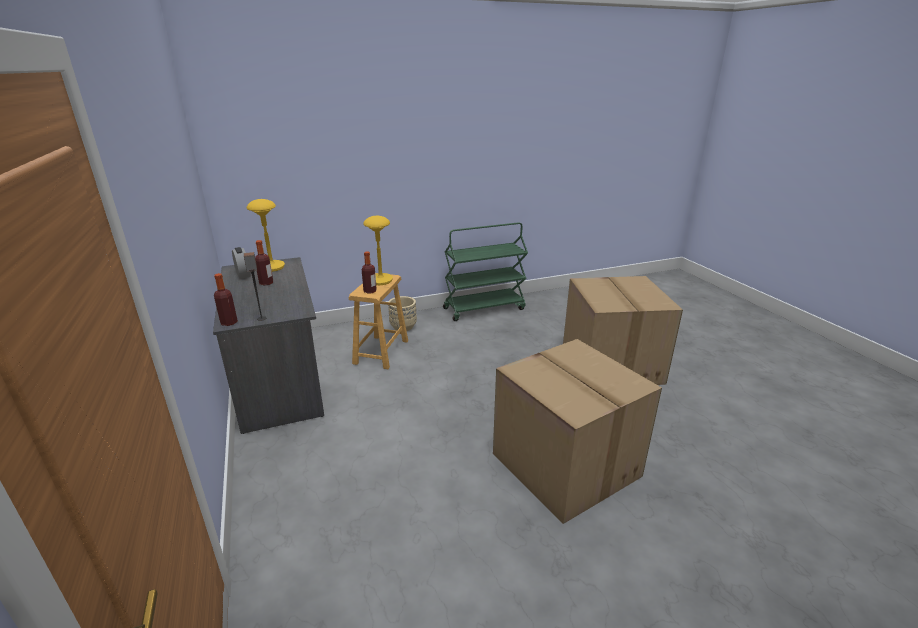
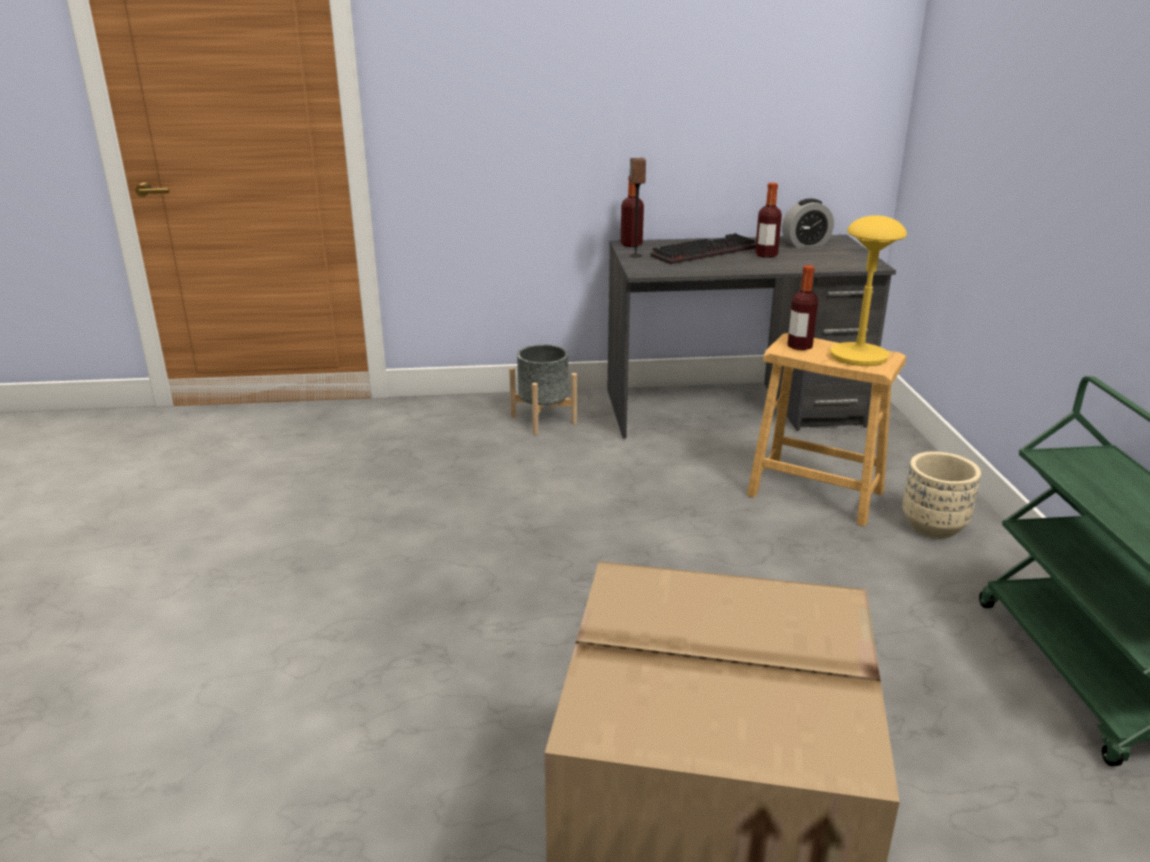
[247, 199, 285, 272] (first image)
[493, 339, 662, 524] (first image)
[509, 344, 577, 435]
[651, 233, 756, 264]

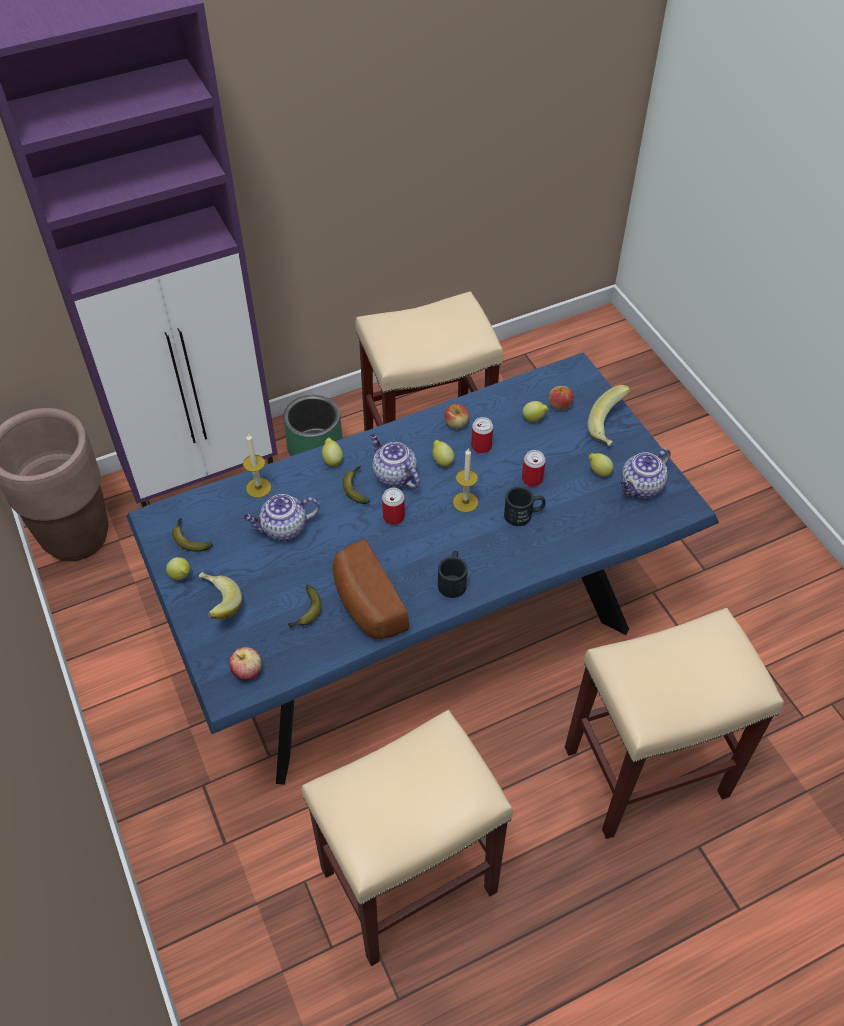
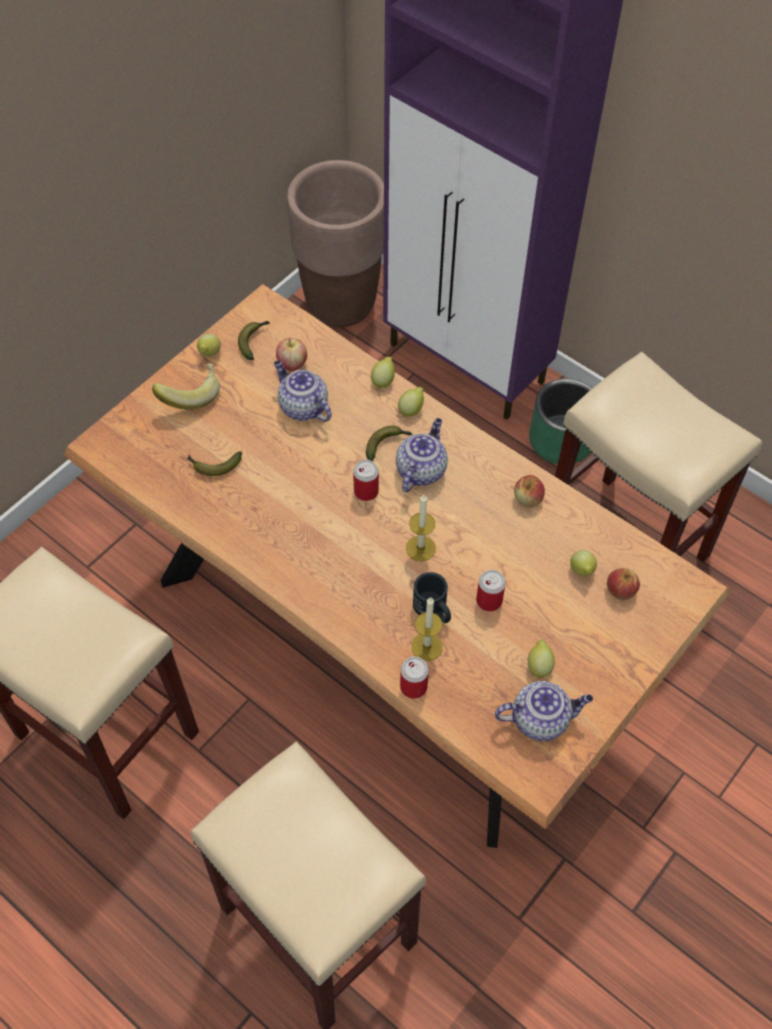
[333, 539, 409, 639] (first image)
[438, 551, 468, 598] (first image)
[587, 385, 631, 446] (first image)
[276, 338, 307, 371]
[411, 597, 443, 661]
[371, 357, 395, 390]
[400, 657, 429, 699]
[63, 284, 731, 848]
[495, 681, 593, 741]

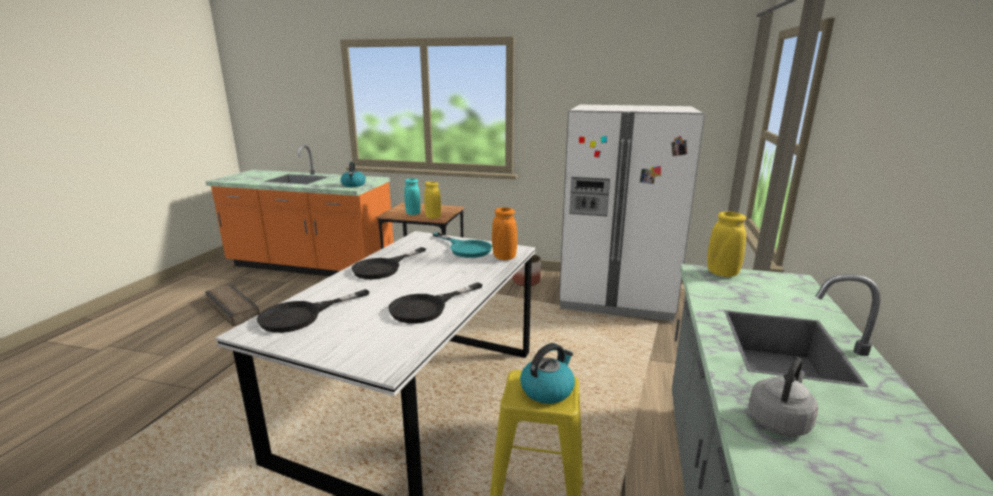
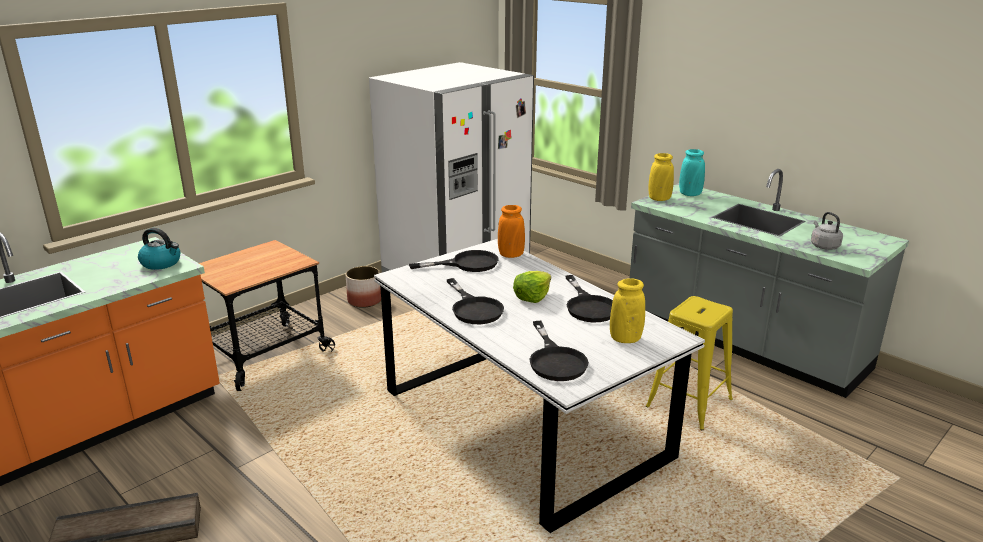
[520, 343, 575, 404] (first image)
[513, 271, 551, 303]
[679, 149, 705, 196]
[610, 278, 645, 343]
[409, 250, 499, 272]

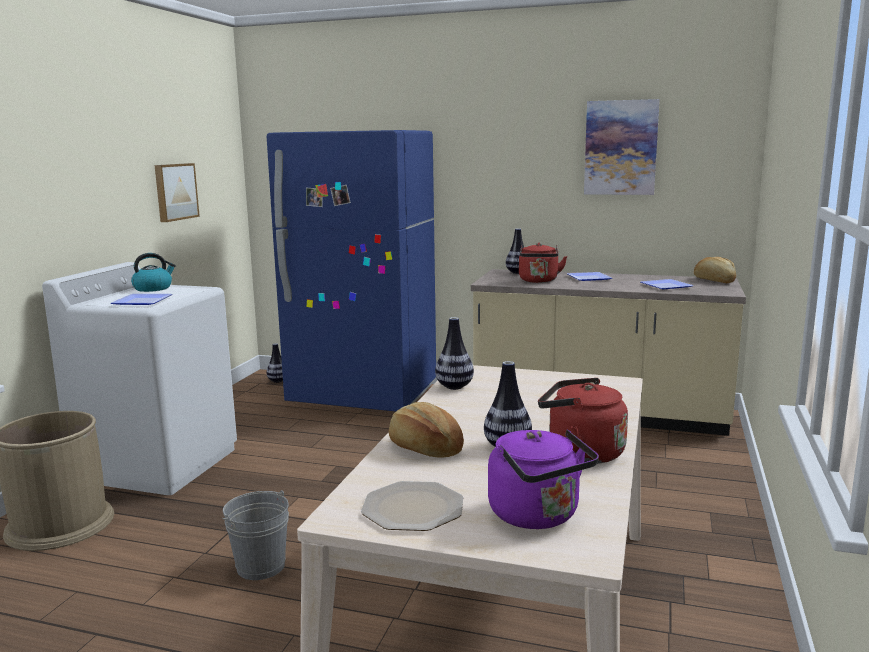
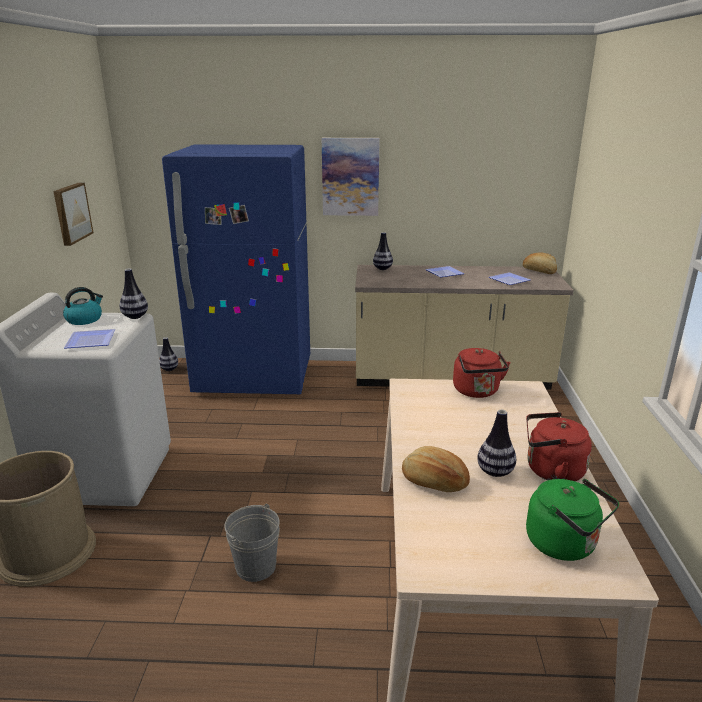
[361, 481, 463, 531] (first image)
[120, 269, 148, 319]
[453, 348, 511, 398]
[322, 138, 380, 216]
[526, 479, 619, 561]

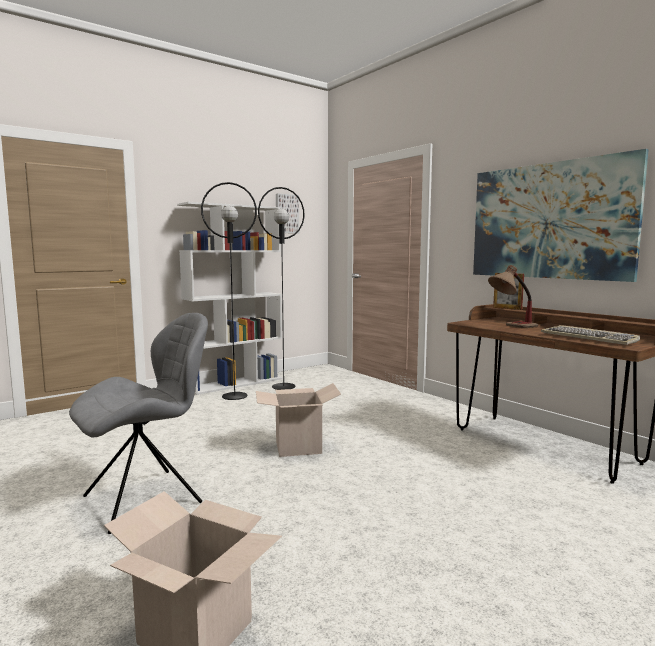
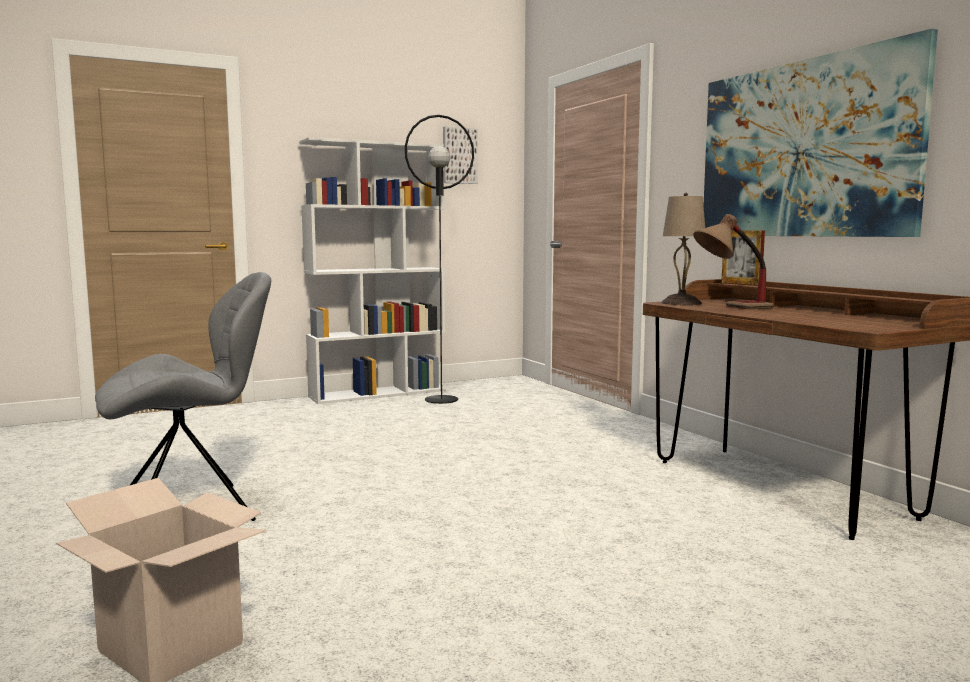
[201, 182, 257, 400] (first image)
[256, 383, 341, 457] (first image)
[541, 325, 640, 345] (first image)
[661, 193, 705, 305]

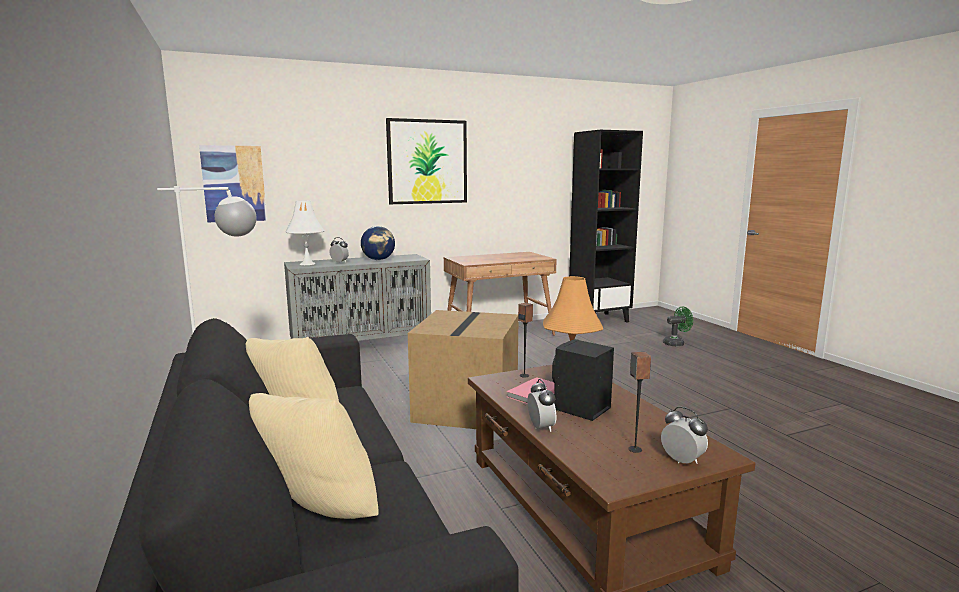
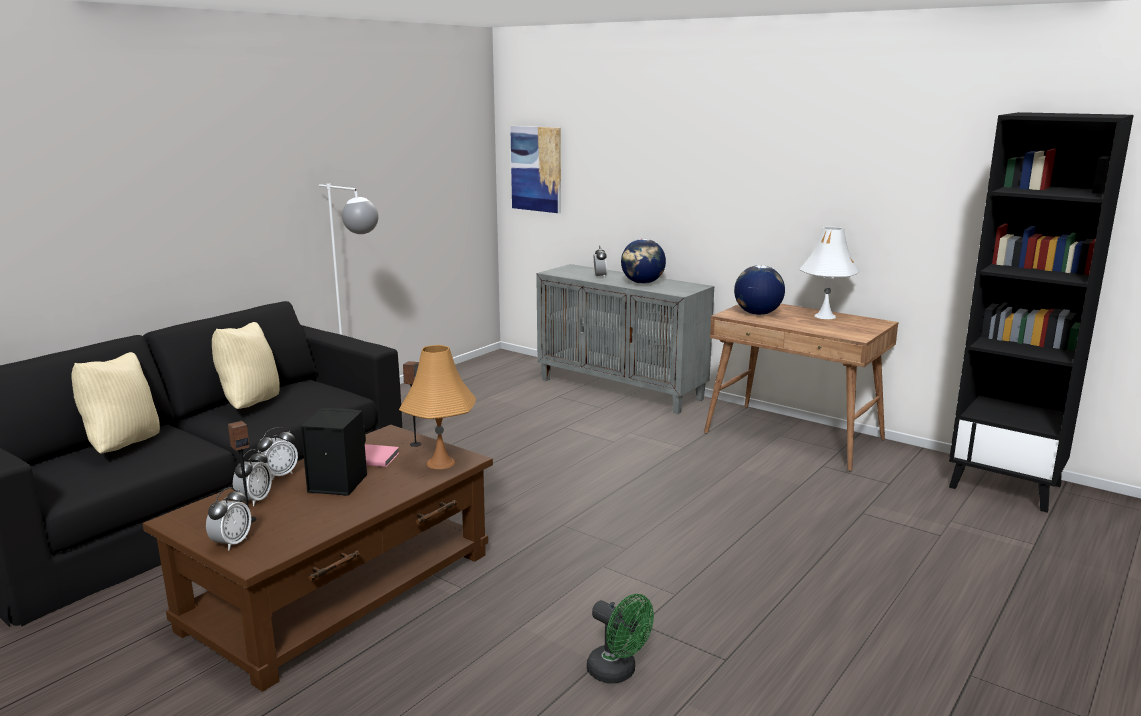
[386, 118, 467, 204] (first image)
[408, 310, 518, 429] (first image)
[233, 449, 272, 506]
[734, 265, 785, 315]
[799, 227, 860, 319]
[587, 594, 654, 684]

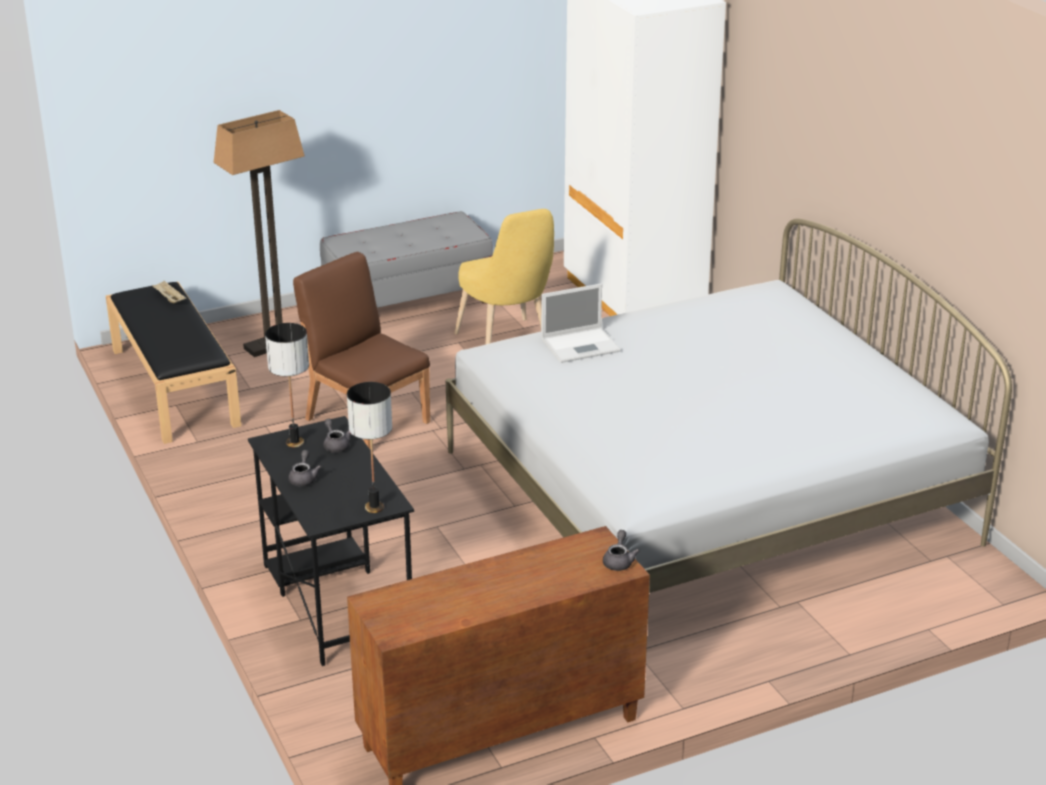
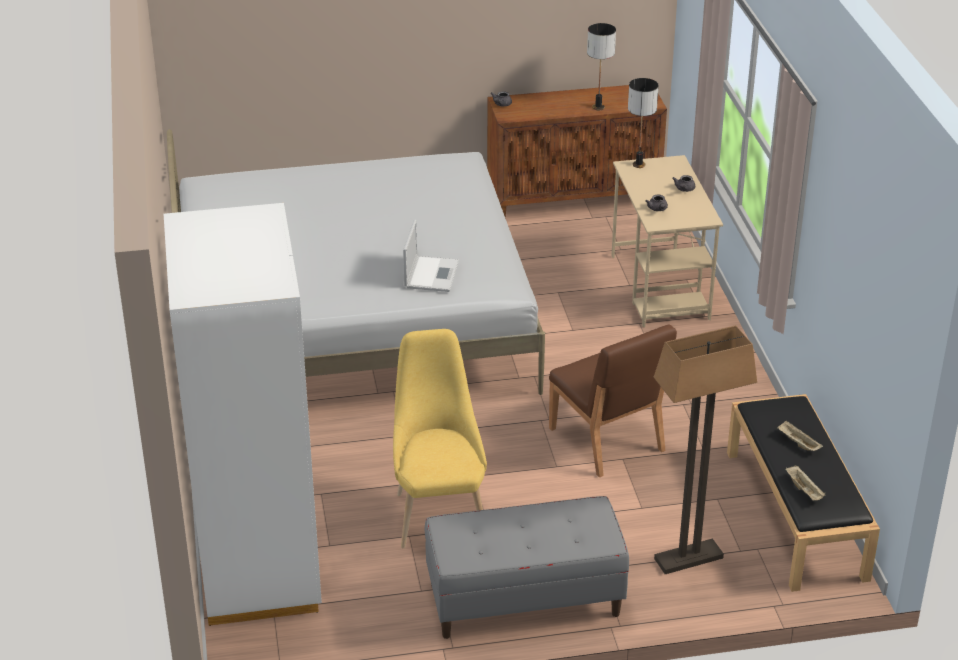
[777, 420, 823, 451]
[587, 23, 616, 110]
[611, 155, 723, 327]
[403, 220, 459, 292]

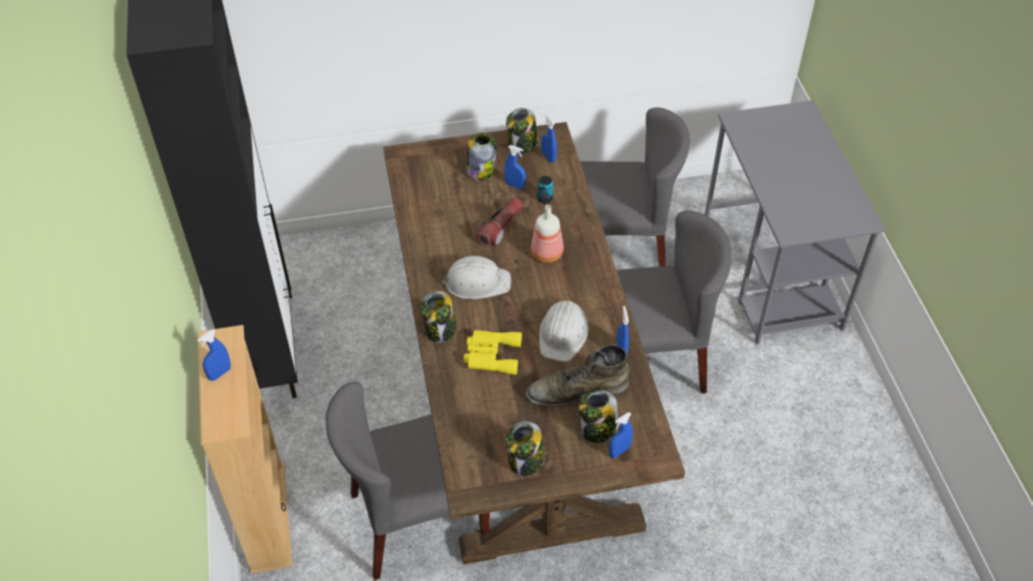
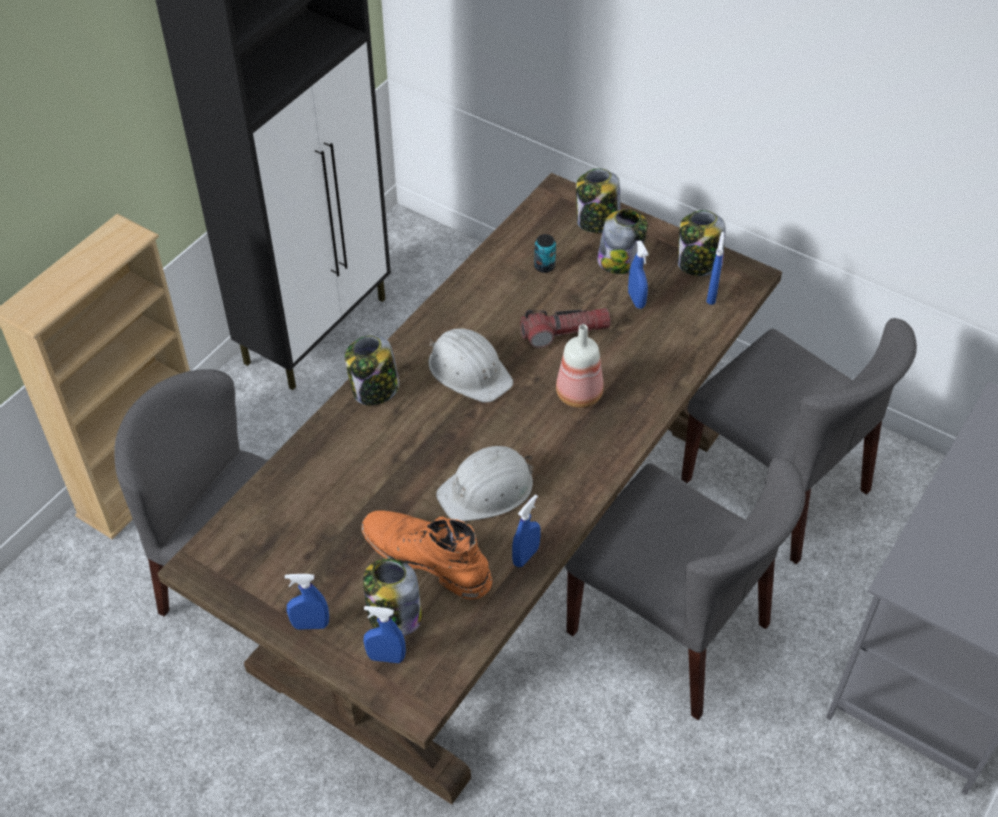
[464, 330, 522, 375] (first image)
[285, 574, 329, 630]
[576, 168, 621, 233]
[534, 234, 556, 273]
[361, 510, 492, 599]

